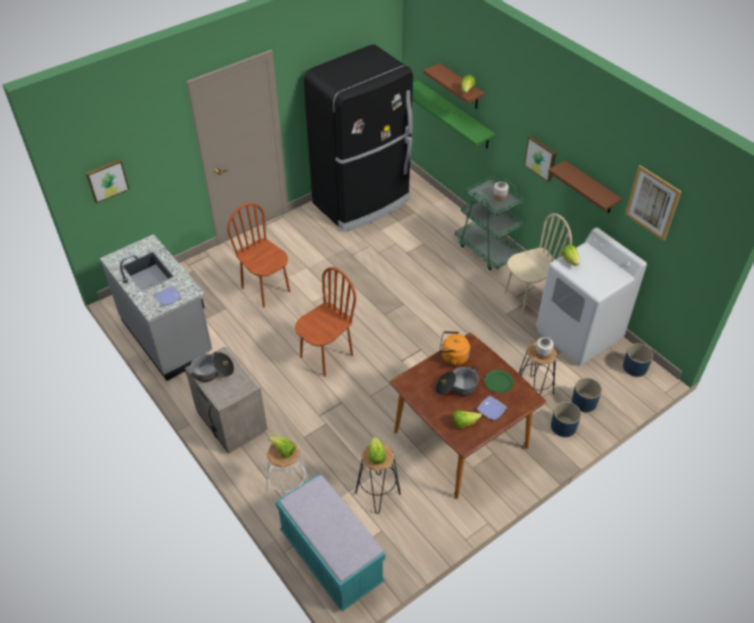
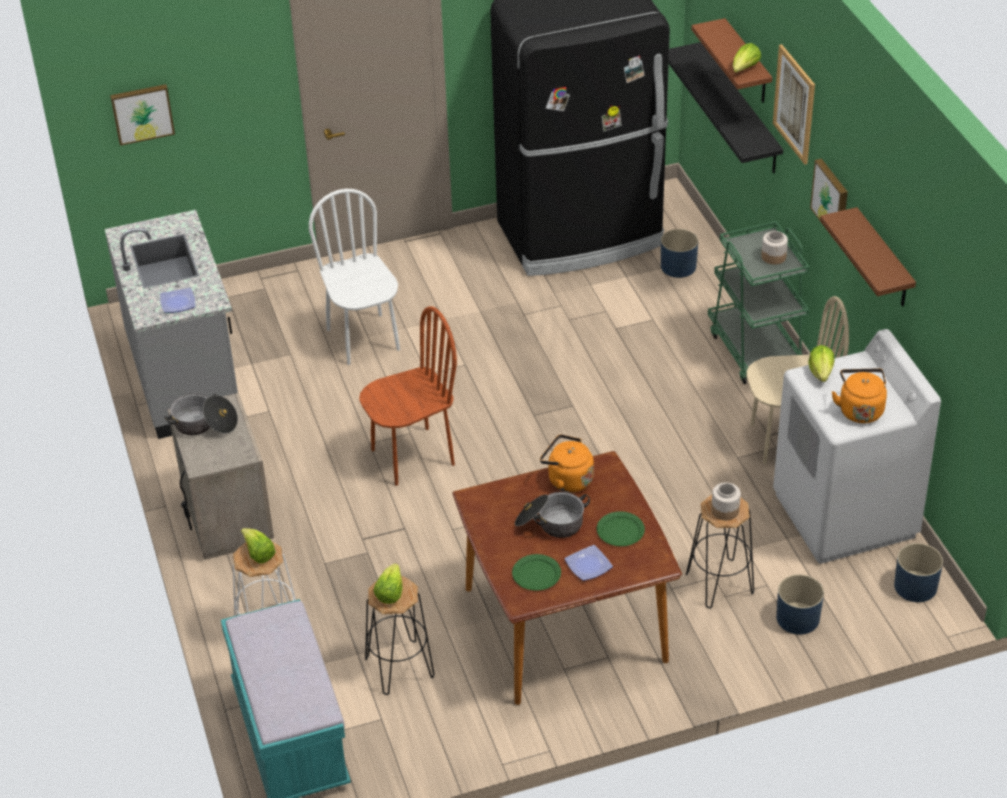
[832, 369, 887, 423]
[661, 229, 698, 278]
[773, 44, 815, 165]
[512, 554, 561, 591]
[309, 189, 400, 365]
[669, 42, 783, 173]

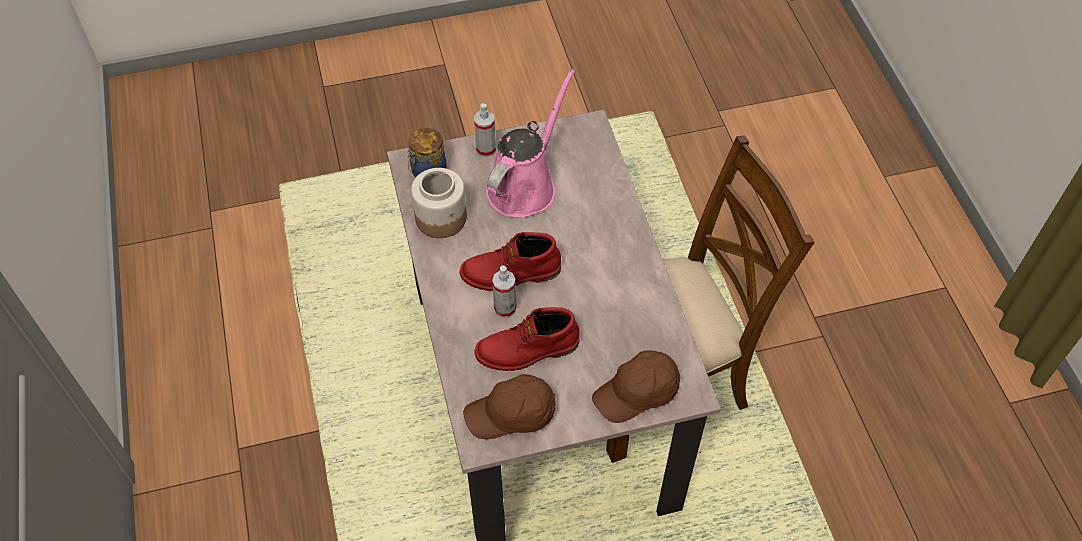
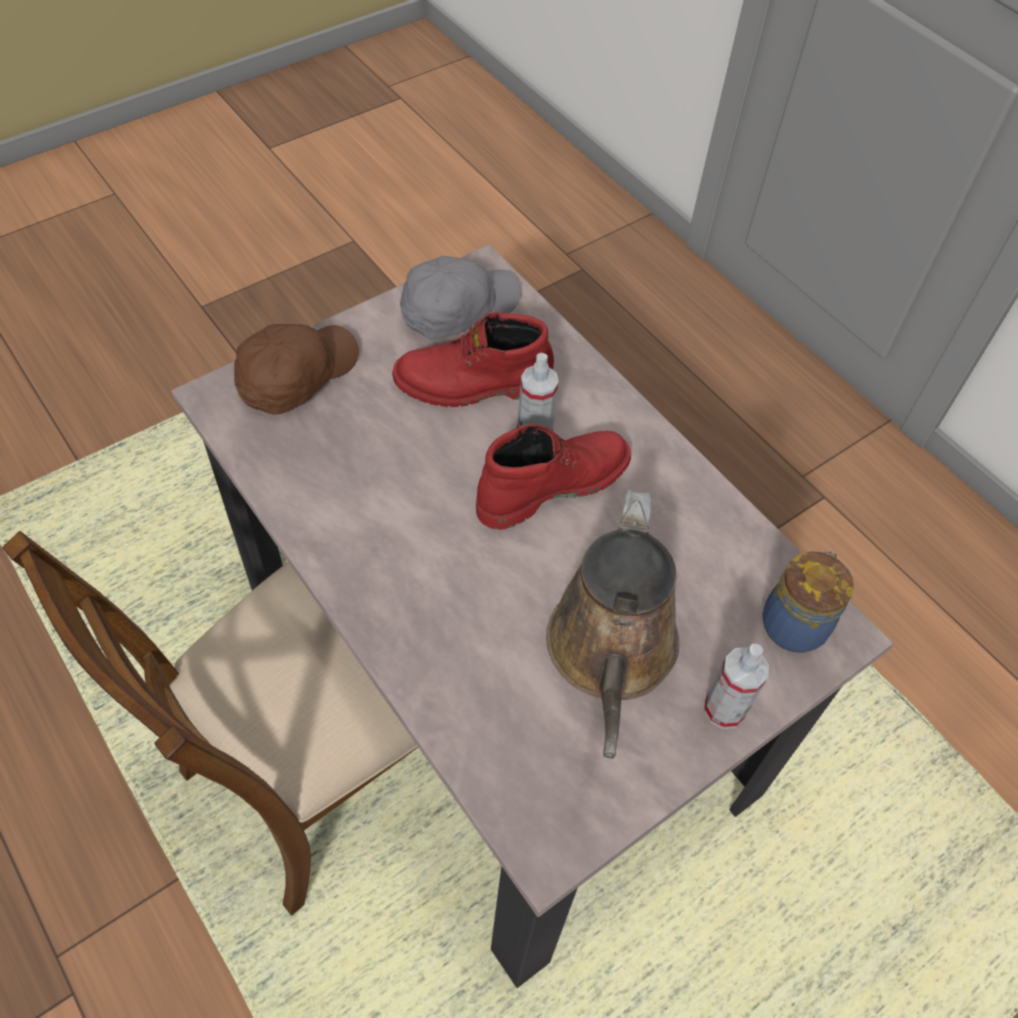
[411, 168, 467, 238] (first image)
[400, 256, 521, 339]
[546, 490, 679, 759]
[392, 312, 554, 407]

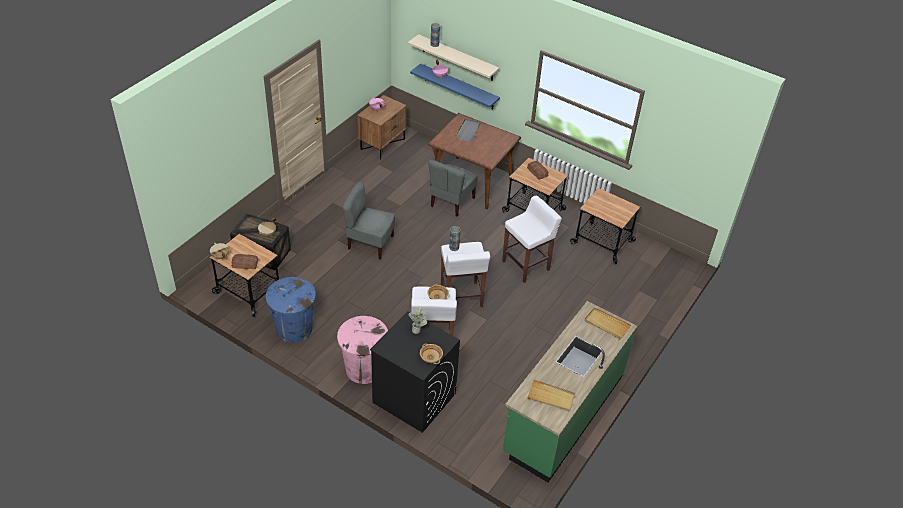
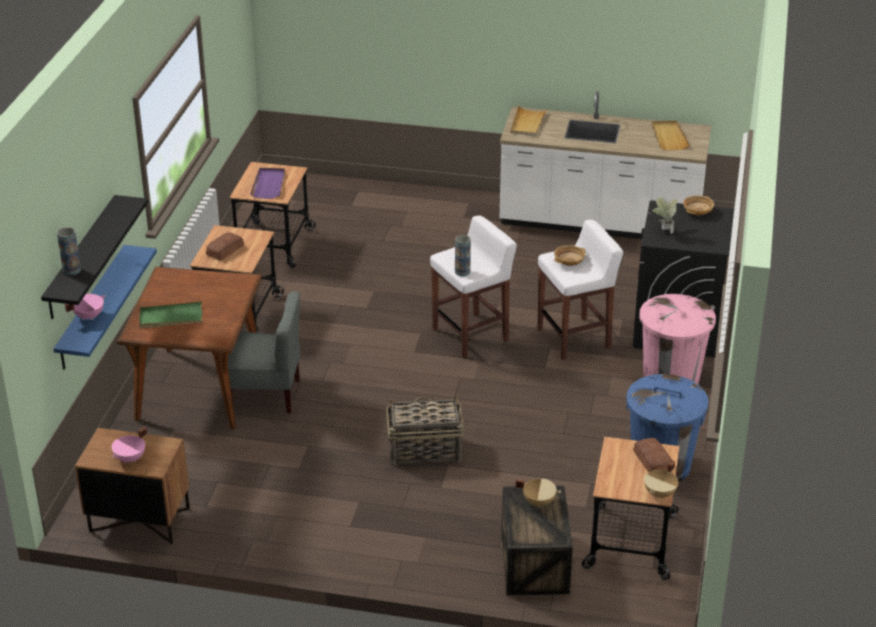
[502, 196, 562, 283] (first image)
[250, 168, 285, 199]
[386, 396, 464, 466]
[41, 195, 148, 319]
[139, 301, 202, 328]
[500, 91, 711, 239]

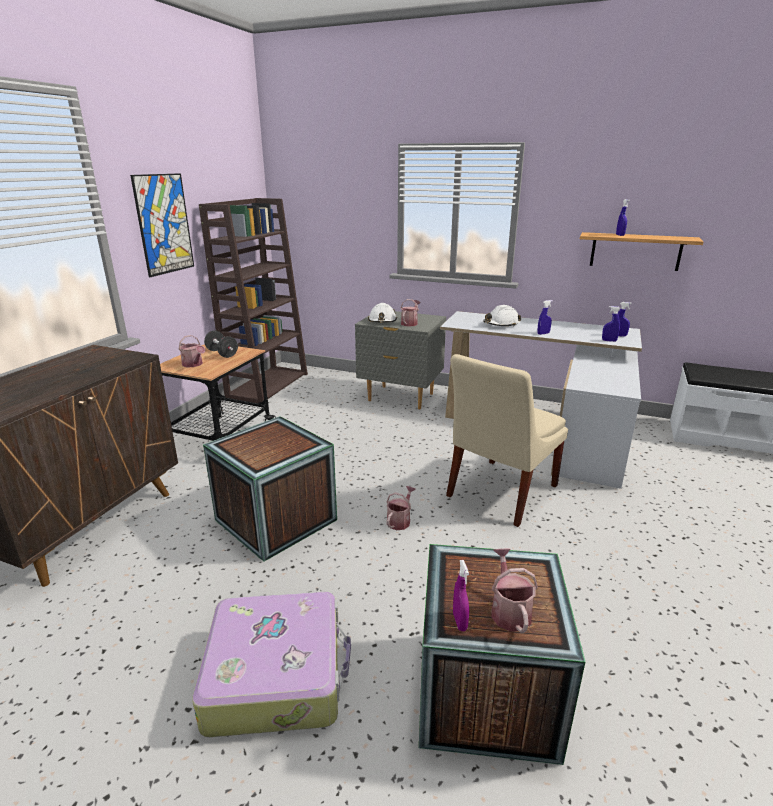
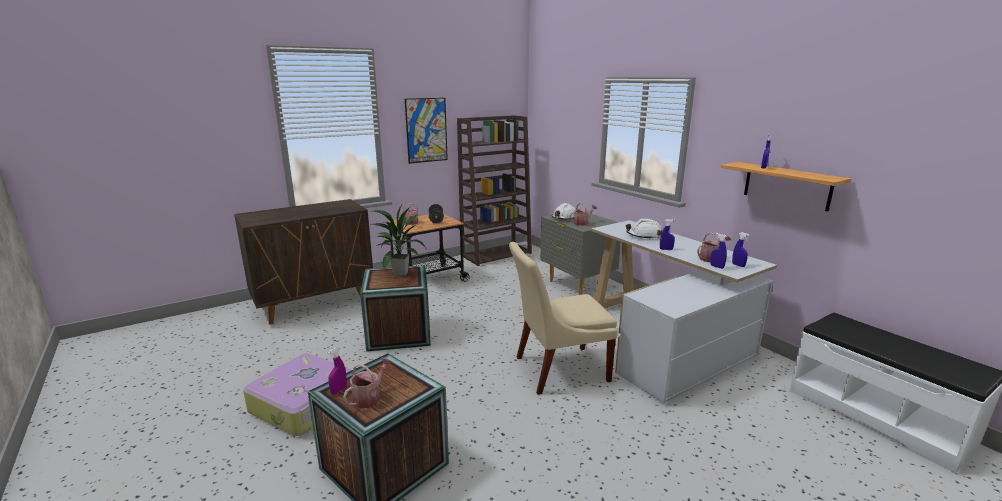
[369, 203, 427, 277]
[697, 233, 731, 262]

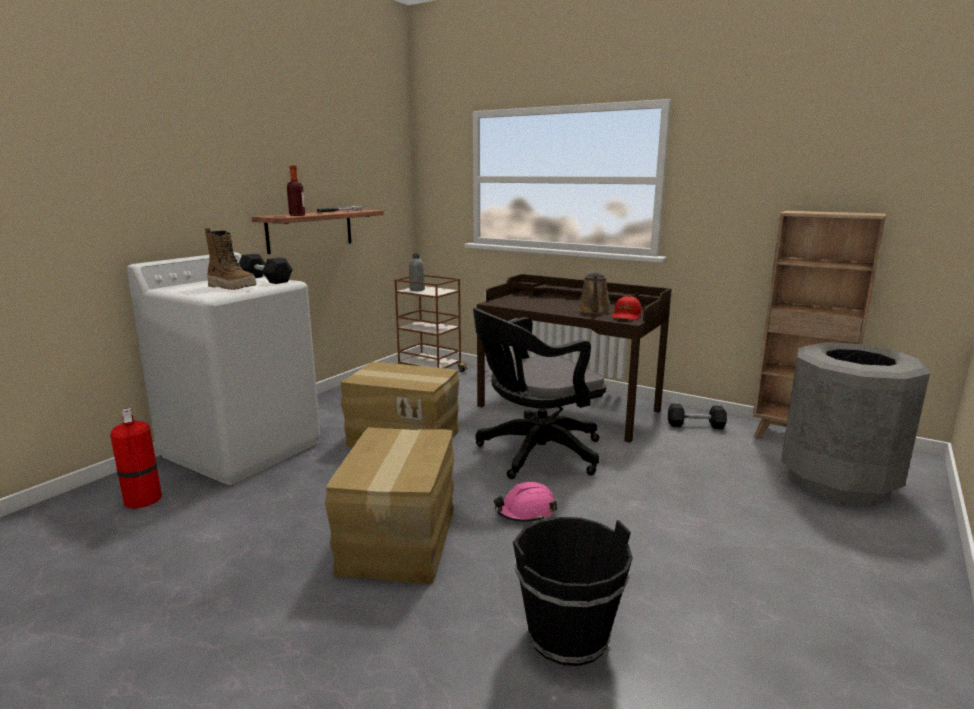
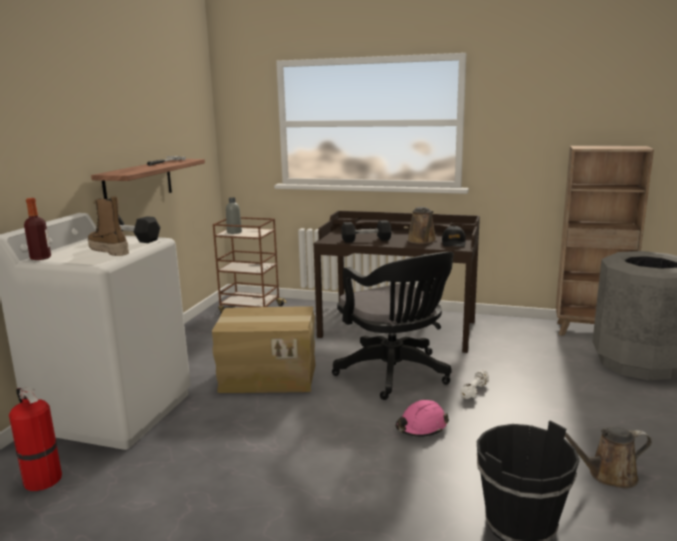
[325, 427, 454, 584] (first image)
[460, 370, 489, 399]
[565, 426, 652, 488]
[24, 198, 51, 260]
[341, 220, 392, 243]
[442, 226, 465, 247]
[88, 196, 129, 256]
[332, 252, 454, 400]

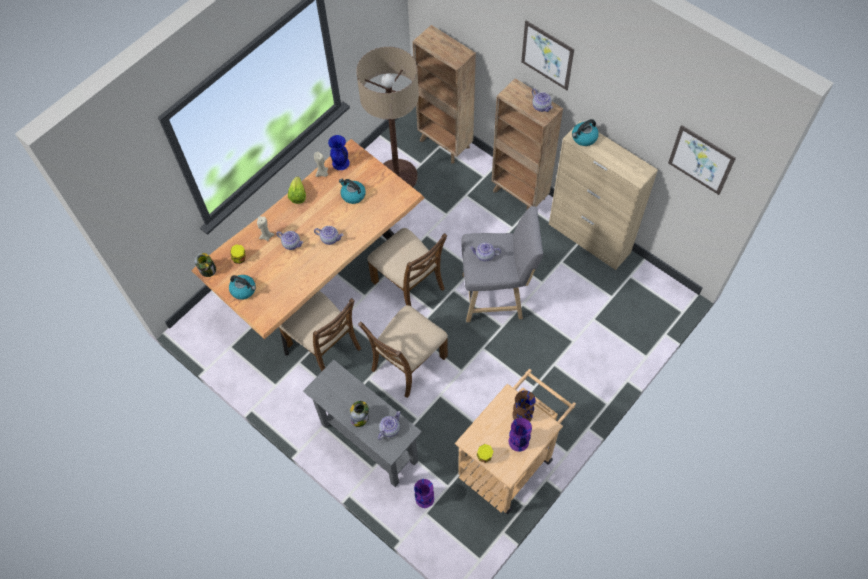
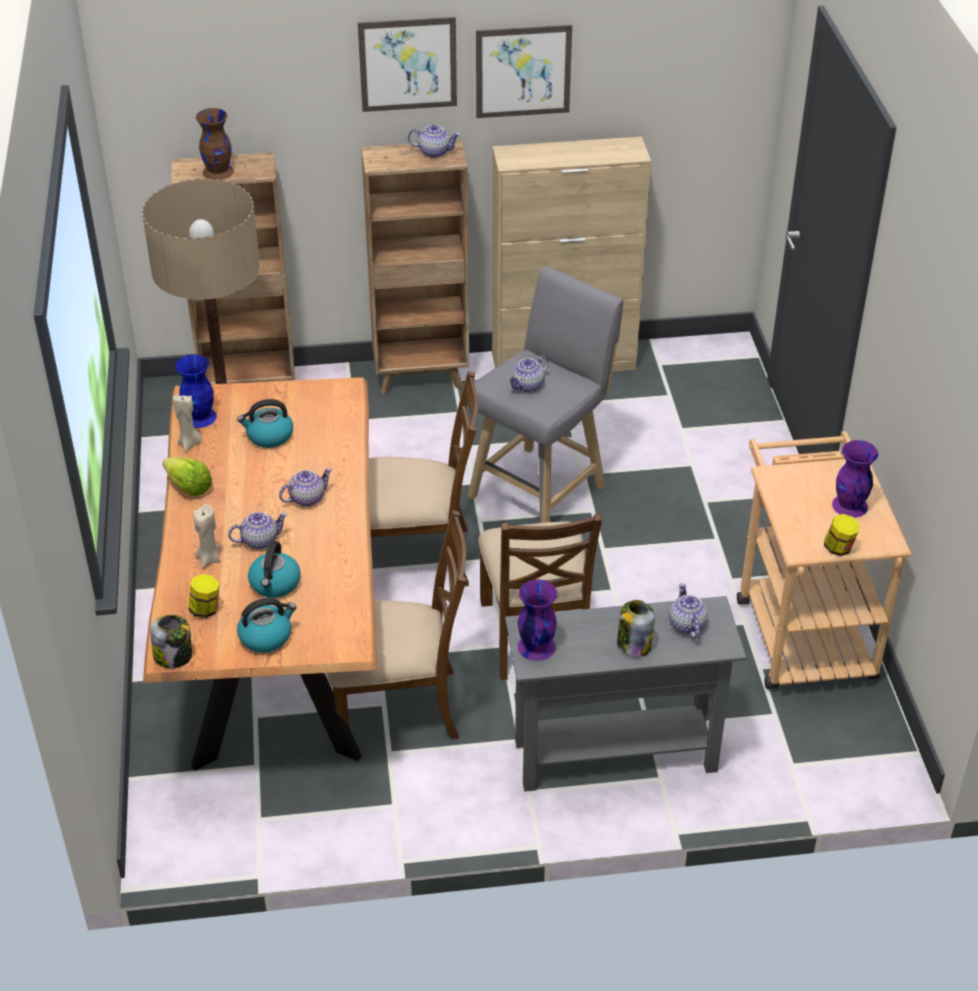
[518, 579, 557, 661]
[196, 108, 234, 180]
[248, 541, 301, 598]
[476, 25, 572, 118]

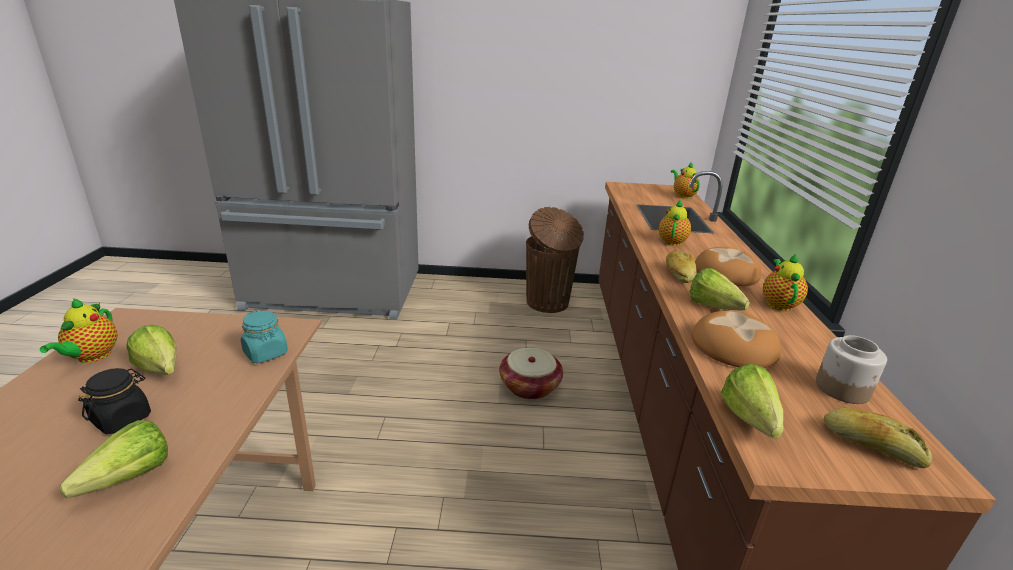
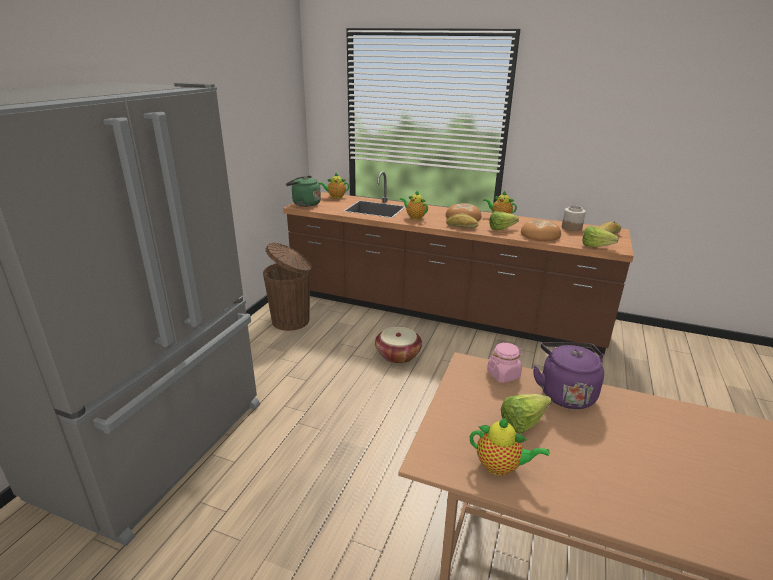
[60, 420, 168, 498] (first image)
[78, 368, 151, 434] (first image)
[286, 176, 321, 207]
[533, 342, 604, 409]
[487, 343, 523, 383]

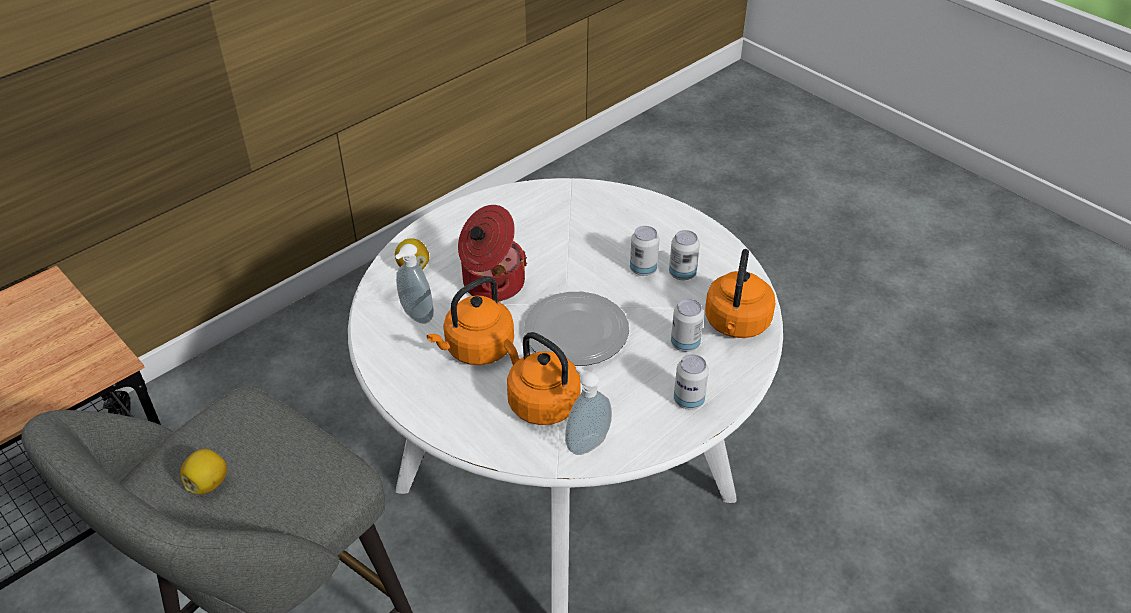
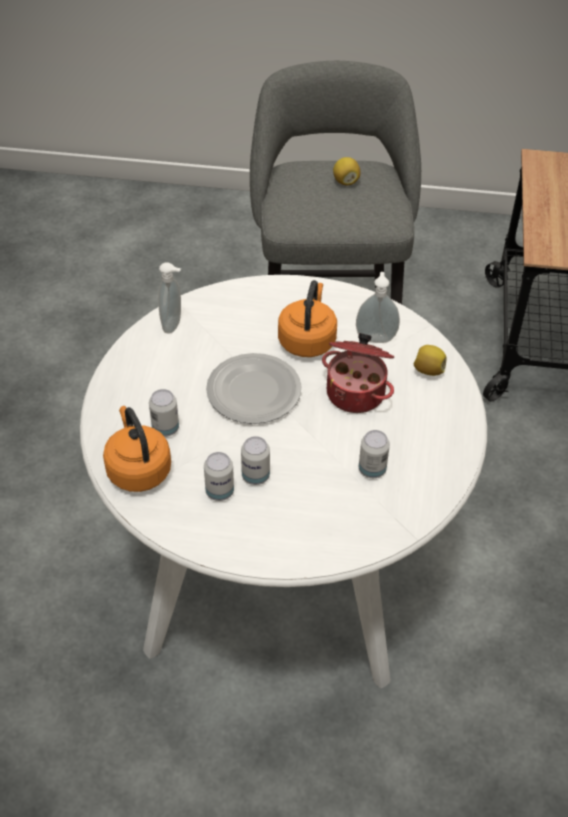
[503, 332, 581, 425] (first image)
[359, 430, 390, 478]

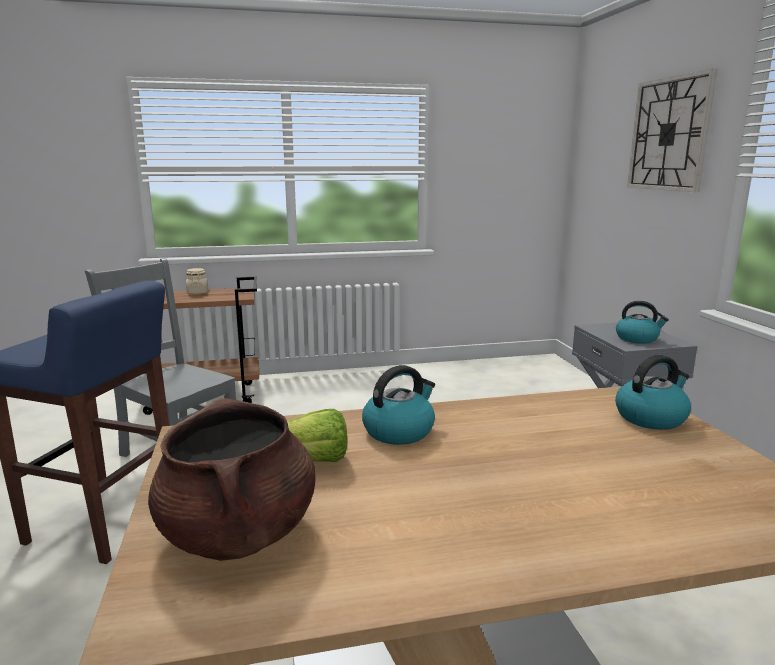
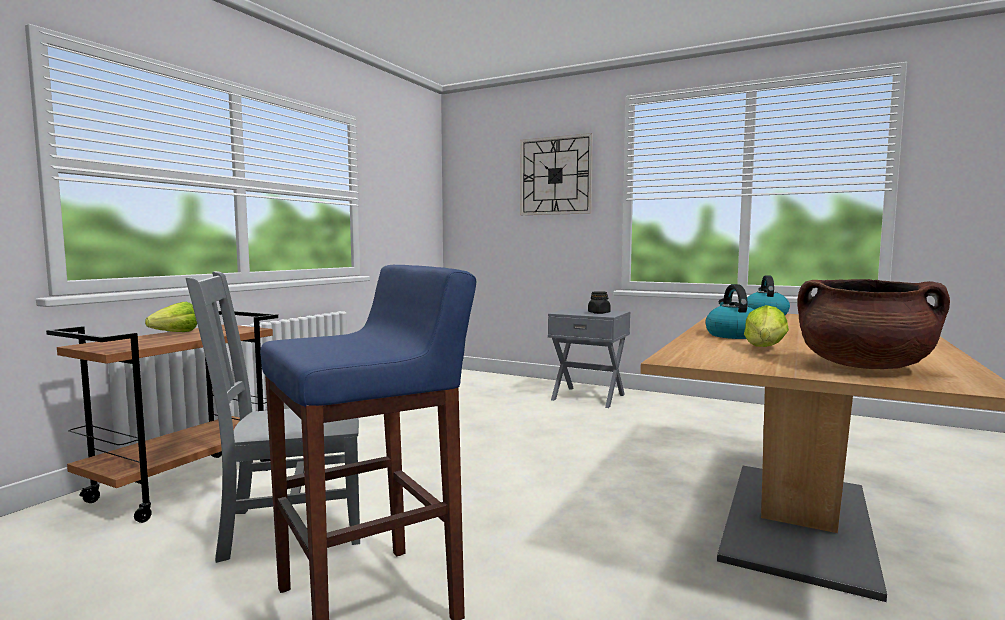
[145, 302, 197, 332]
[588, 291, 610, 314]

